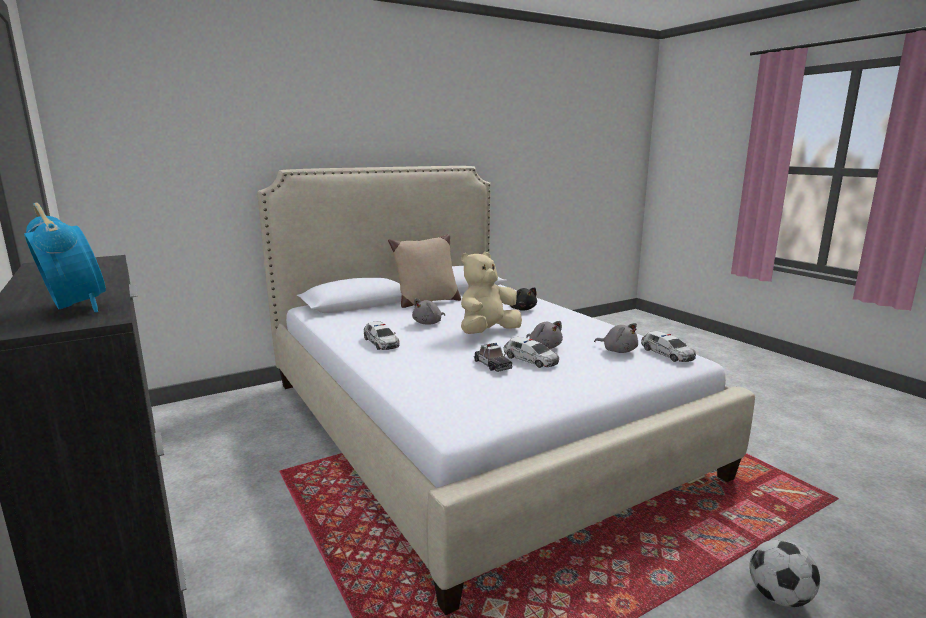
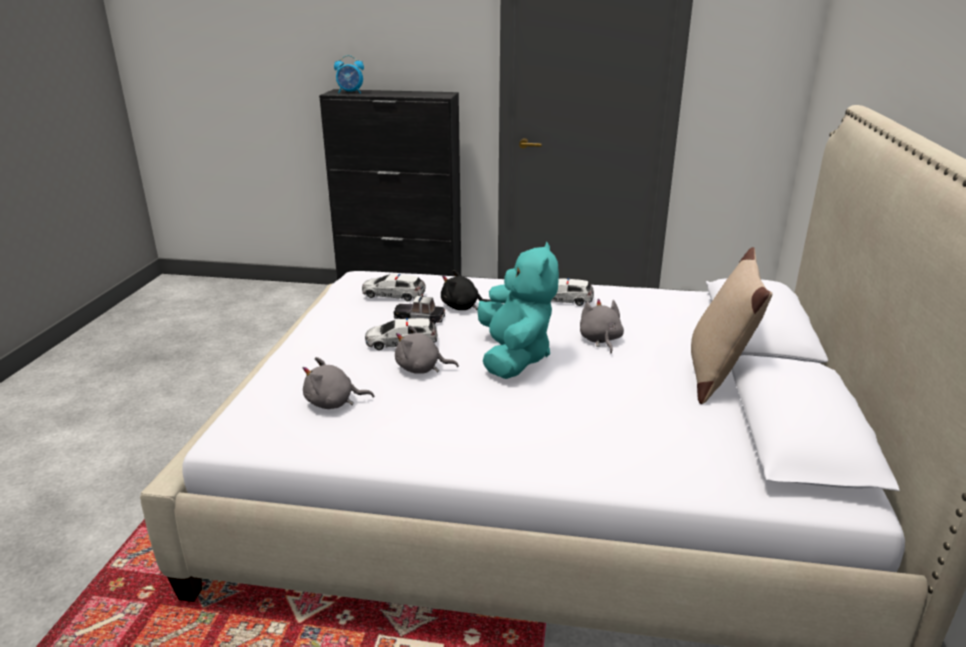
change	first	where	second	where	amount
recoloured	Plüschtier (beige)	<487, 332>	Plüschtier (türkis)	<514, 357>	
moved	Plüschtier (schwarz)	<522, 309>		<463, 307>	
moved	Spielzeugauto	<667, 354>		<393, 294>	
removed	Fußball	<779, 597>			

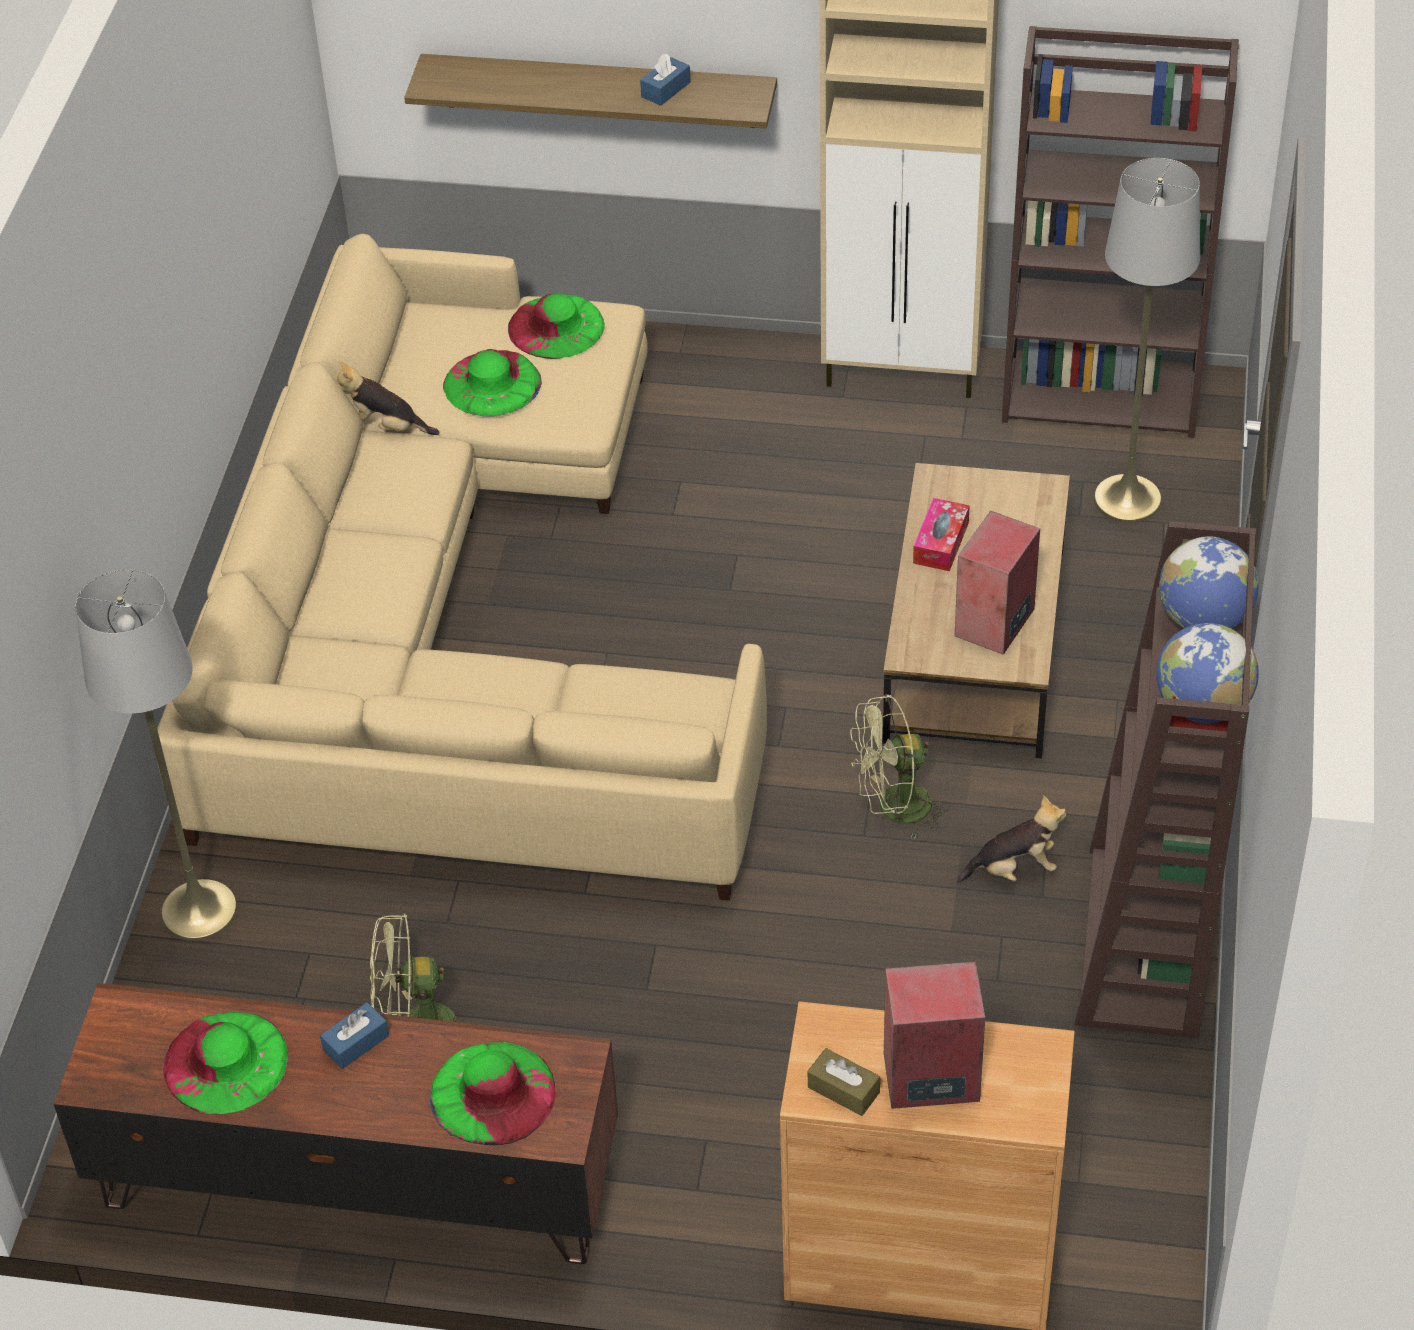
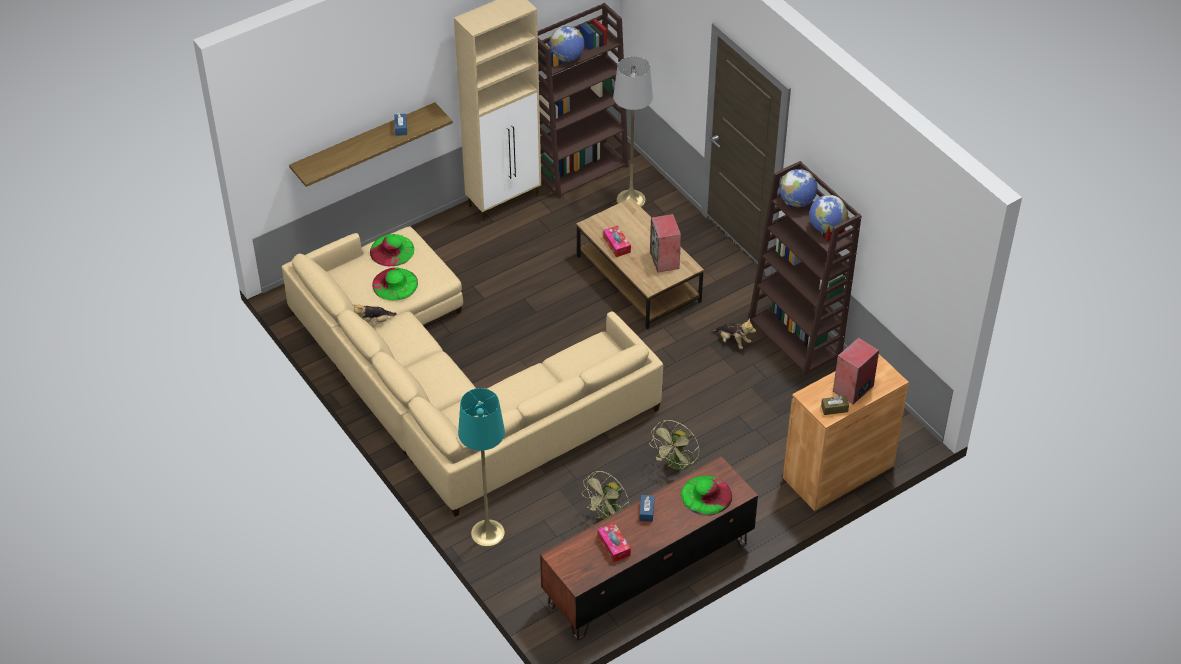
change	first	where	second	where	amount
recoloured	Stehlampe (grau)	<199, 910>	Stehlampe (türkis)	<487, 533>	
moved	Ventilator (grün)	<894, 809>		<676, 465>	
turned	Plüschtier	<1014, 869>		<733, 341>	90 degrees clockwise
replaced	Hut (grün)	<225, 1062>	Taschentuchbox	<613, 546>	
added			Globus	<567, 57>	

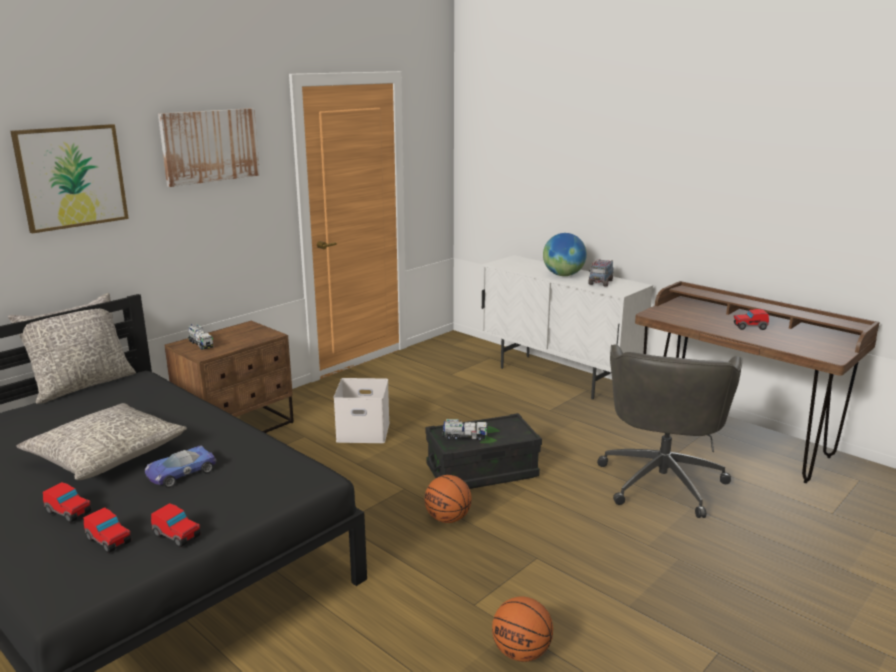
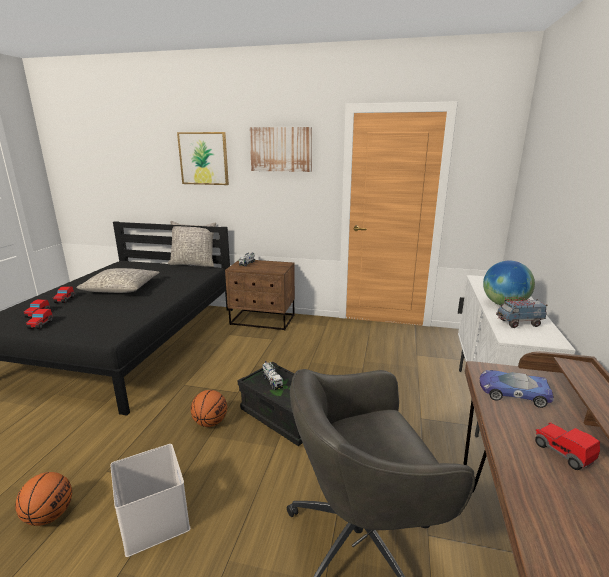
change	first	where	second	where	amount
moved	Aufbewahrungsbox (weiß)	<364, 431>		<156, 519>	
moved	Spielzeugauto	<180, 473>		<512, 392>	

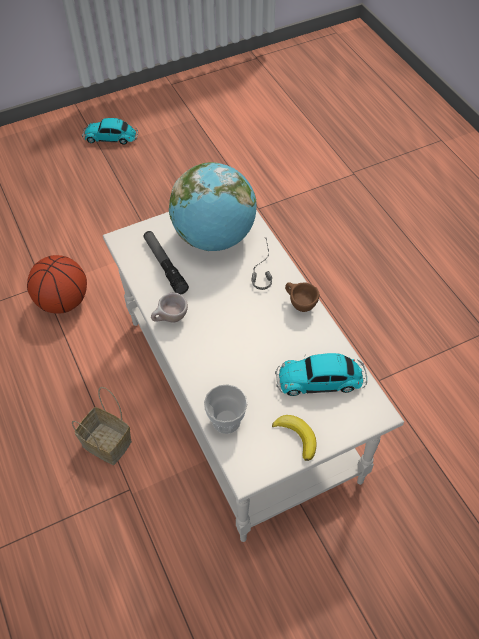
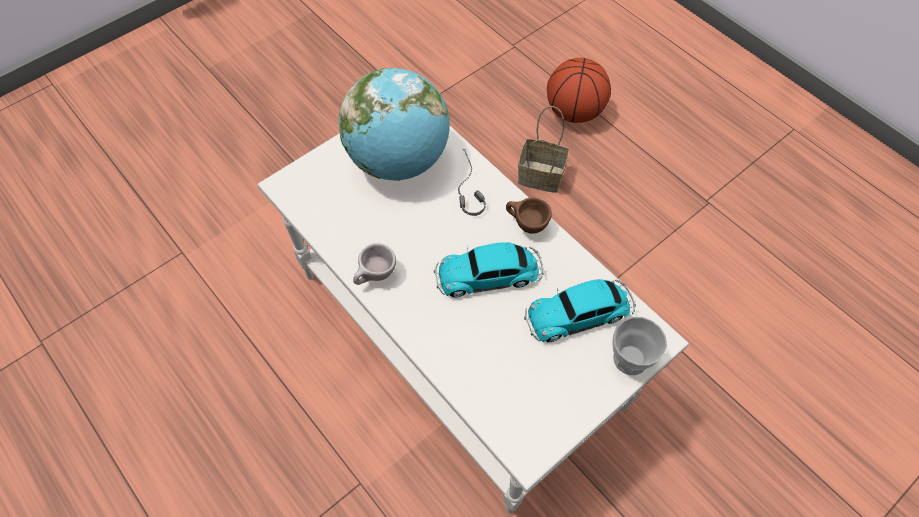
change	first	where	second	where	amount
moved	Spielzeugauto	<111, 137>		<490, 275>	
removed	Taschenlampe	<165, 265>			
moved	Basketball	<63, 302>		<574, 112>	
moved	Tasse	<226, 421>		<630, 359>	
moved	Korb	<105, 444>		<539, 176>	
removed	Banane	<297, 437>			

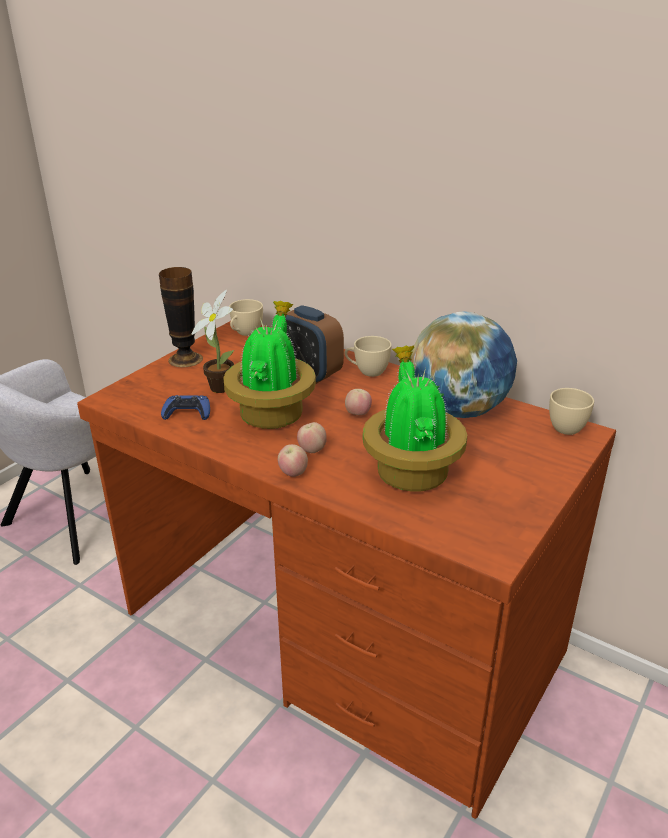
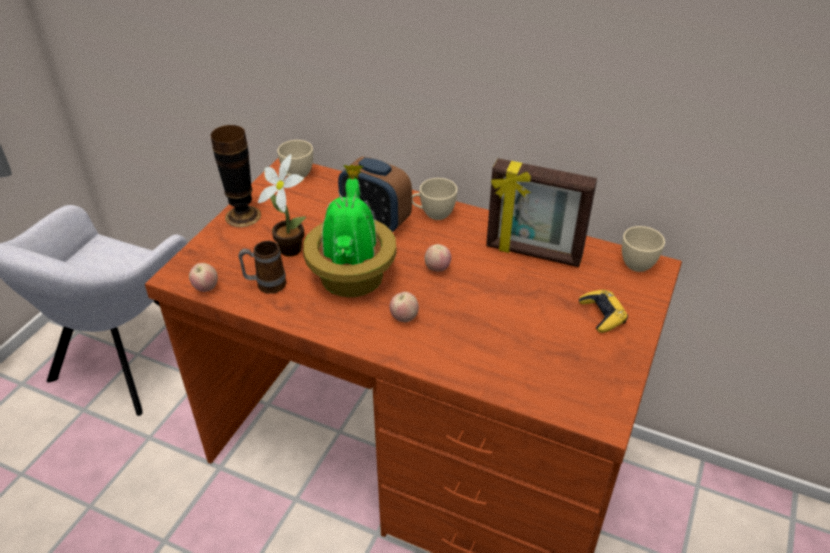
change	first	where	second	where	amount
replaced	Globus	<459, 410>	Bilderrahmen	<533, 253>	
removed	Topfpflanze	<411, 471>			
replaced	Gamepad (blau)	<187, 413>	Henkelbecher	<265, 285>	
moved	Apfel	<293, 473>		<206, 288>	
added			Gamepad (gelb)	<602, 314>	

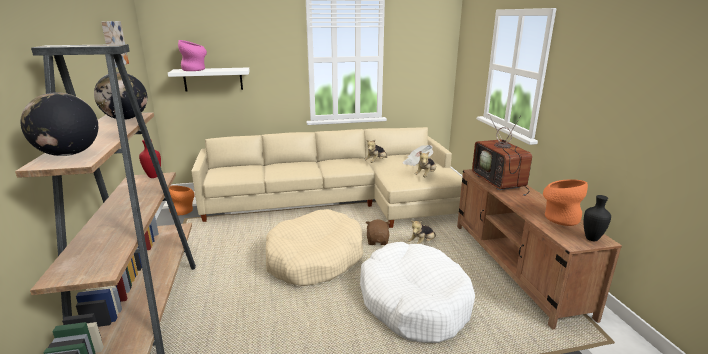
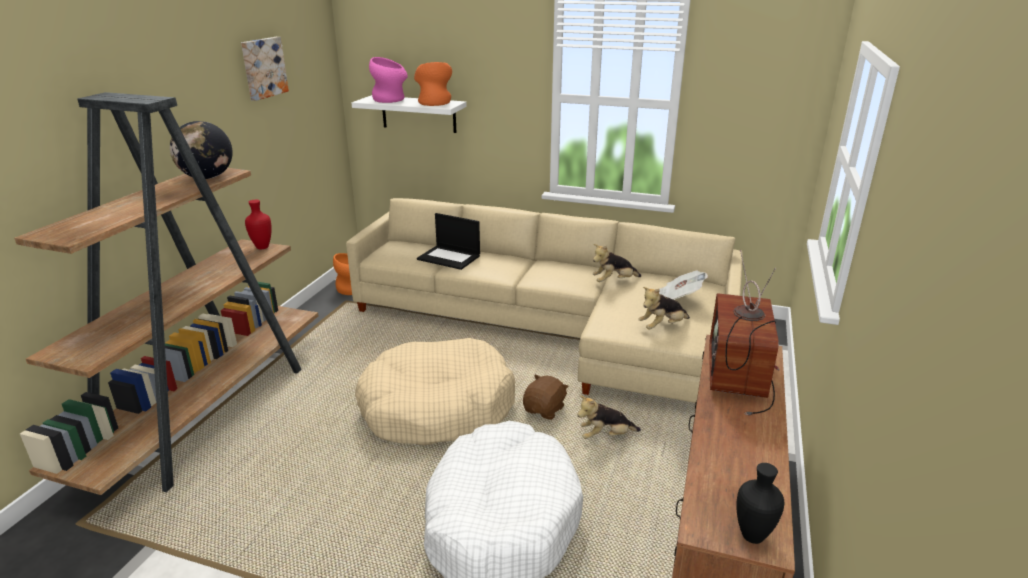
change	first	where	second	where	amount
removed	Globus	<69, 154>			
moved	Vase (orange)	<559, 218>		<434, 102>	
added			Laptop	<449, 257>	

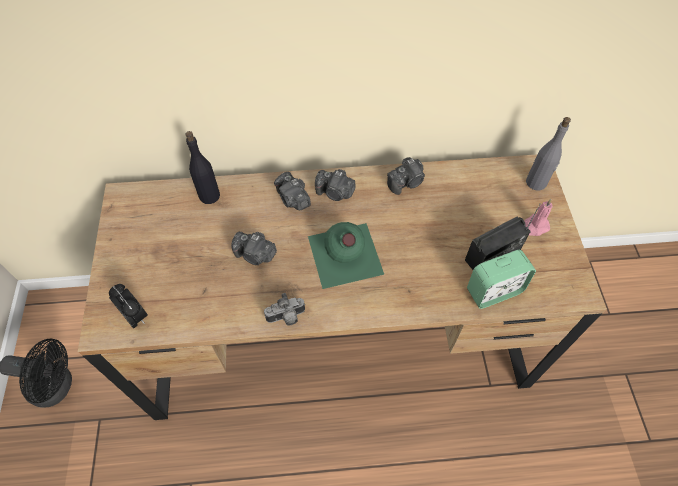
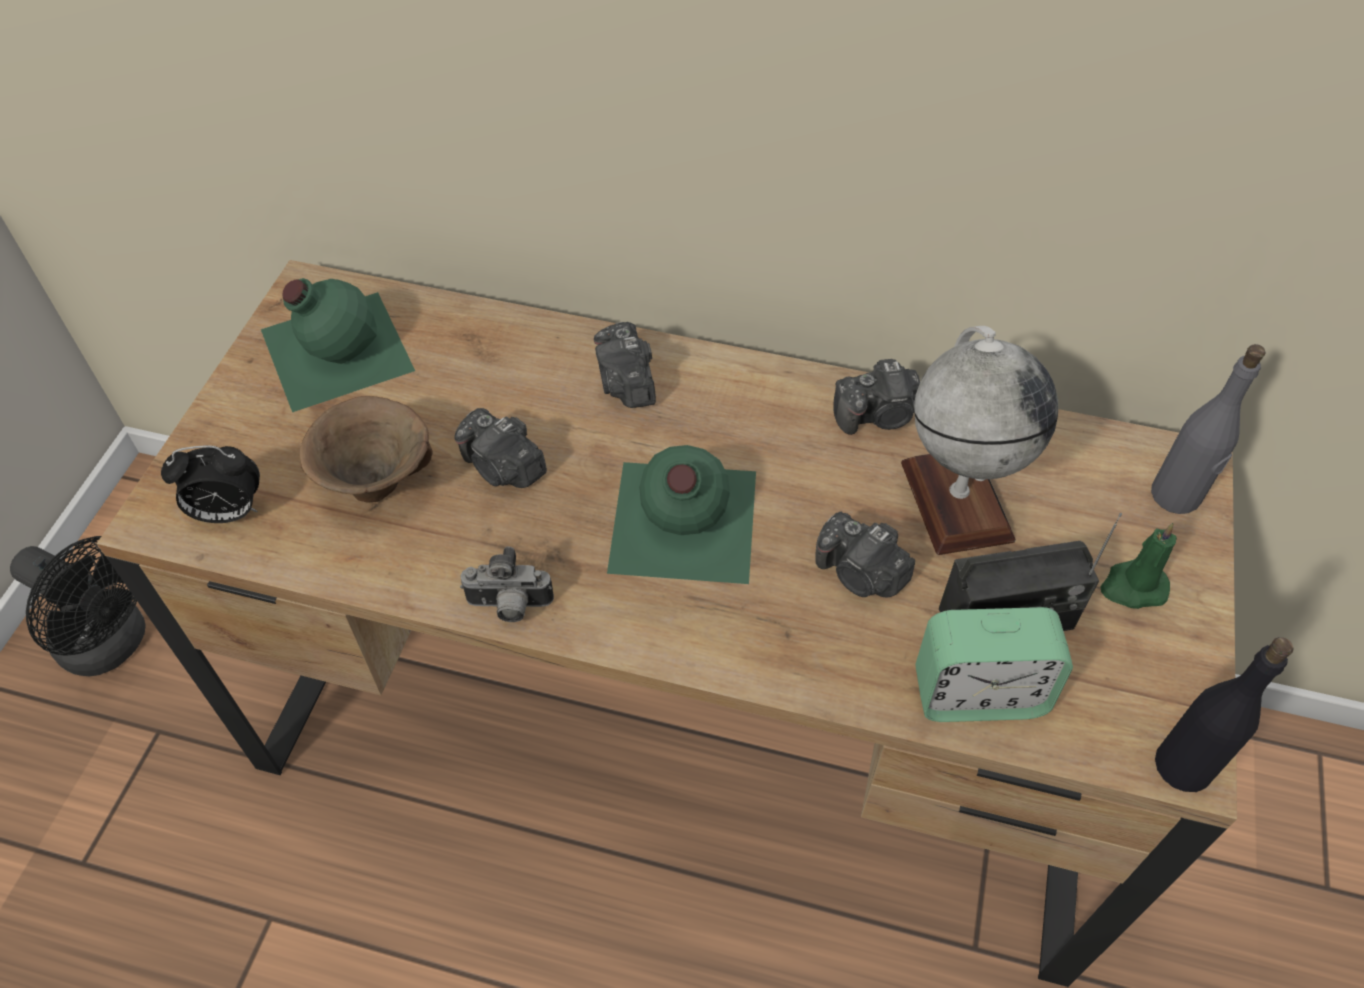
change	first	where	second	where	amount
moved	Flasche (schwarz)	<209, 195>		<1183, 765>	
moved	Kamera	<335, 193>		<860, 574>	
recoloured	Kerze (rosa)	<535, 227>	Kerze (grün)	<1133, 587>	
turned	Wecker	<136, 316>		<228, 513>	105 degrees clockwise
added			Flasche (grün)	<334, 349>	
added			Globus	<955, 500>	
added			Schüssel (braun)	<375, 486>	

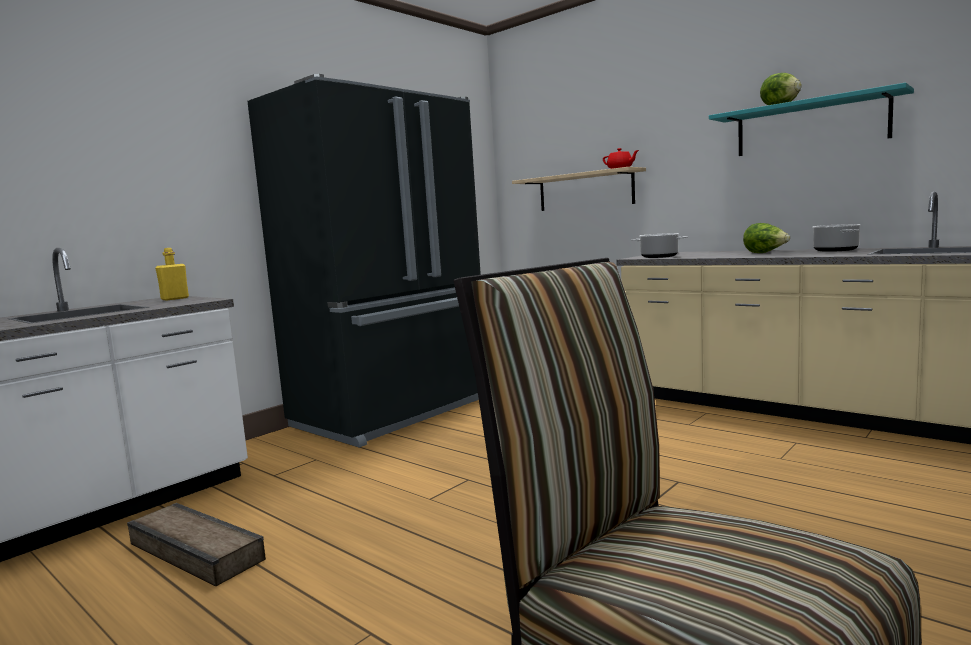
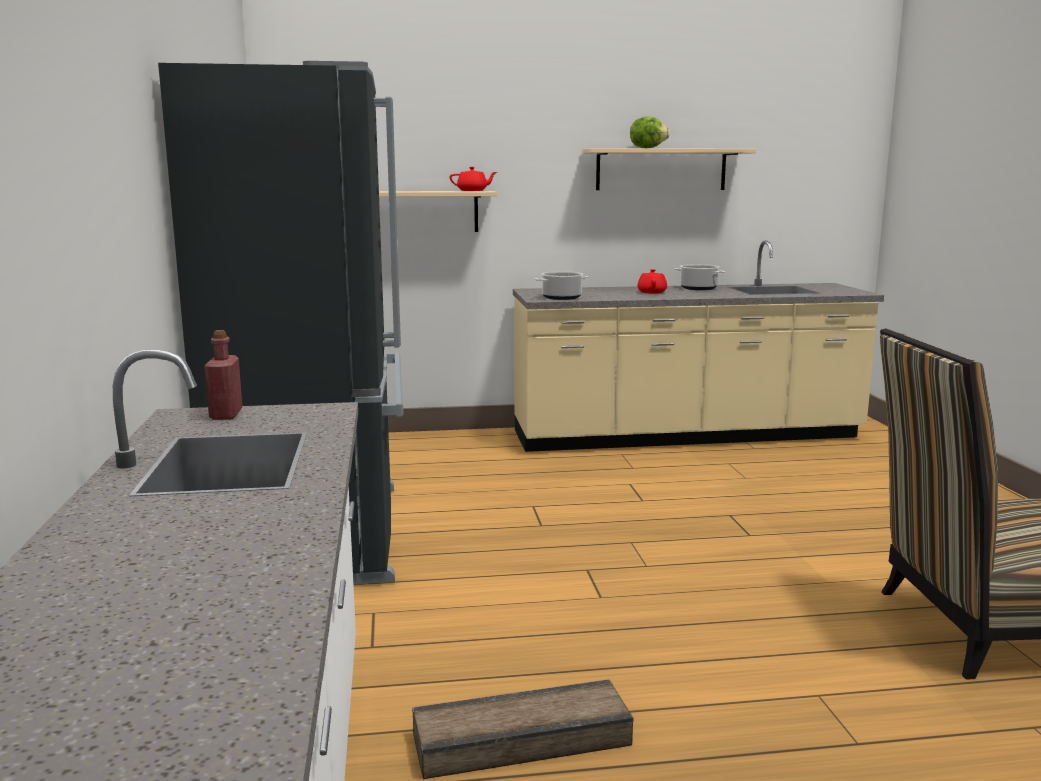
change	first	where	second	where	amount
recoloured	Wandregal (türkis)	<810, 126>	Wandregal (beige)	<661, 169>	
replaced	Salatkopf	<765, 253>	Teekanne (rot)	<652, 292>	
recoloured	Flasche (gelb)	<175, 299>	Flasche (rot)	<226, 415>	

